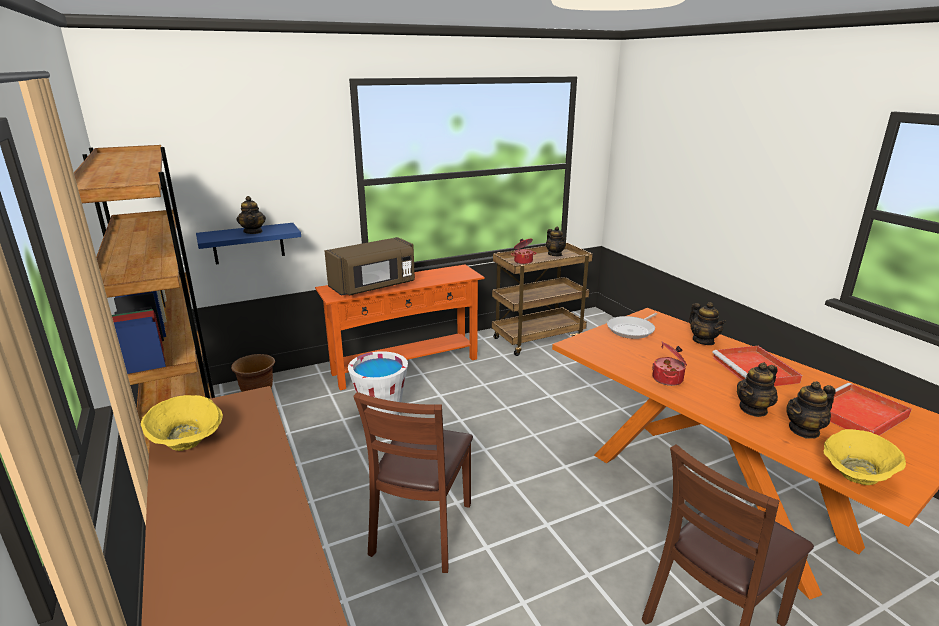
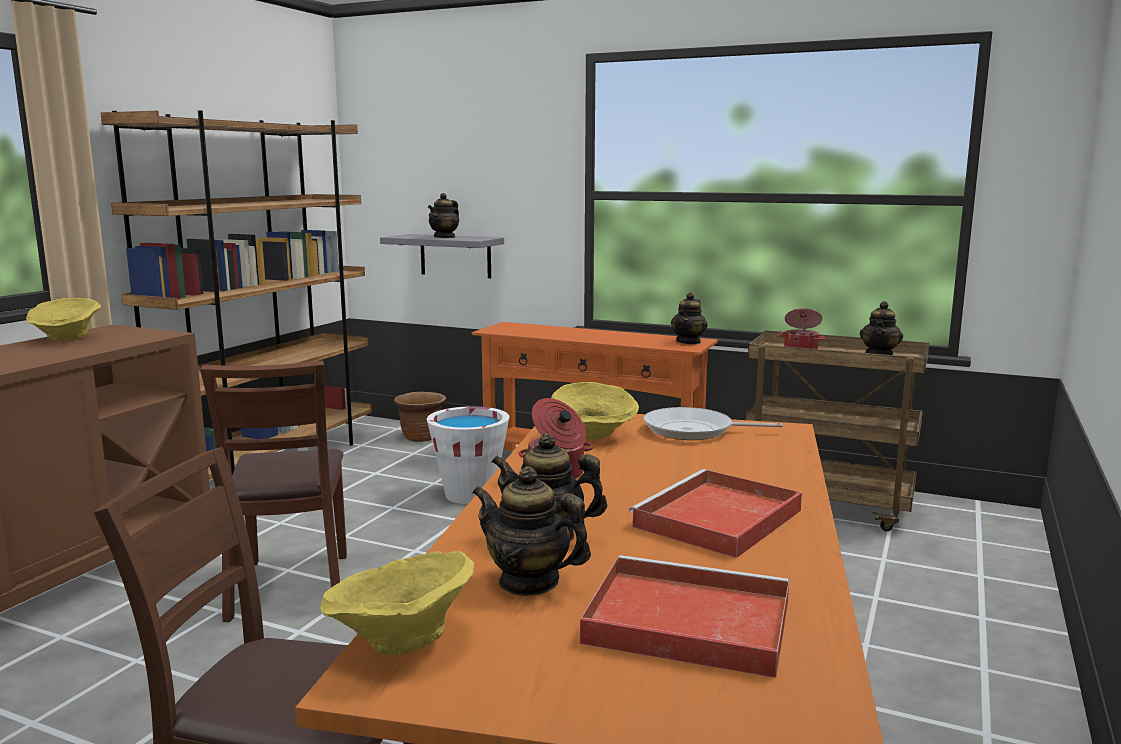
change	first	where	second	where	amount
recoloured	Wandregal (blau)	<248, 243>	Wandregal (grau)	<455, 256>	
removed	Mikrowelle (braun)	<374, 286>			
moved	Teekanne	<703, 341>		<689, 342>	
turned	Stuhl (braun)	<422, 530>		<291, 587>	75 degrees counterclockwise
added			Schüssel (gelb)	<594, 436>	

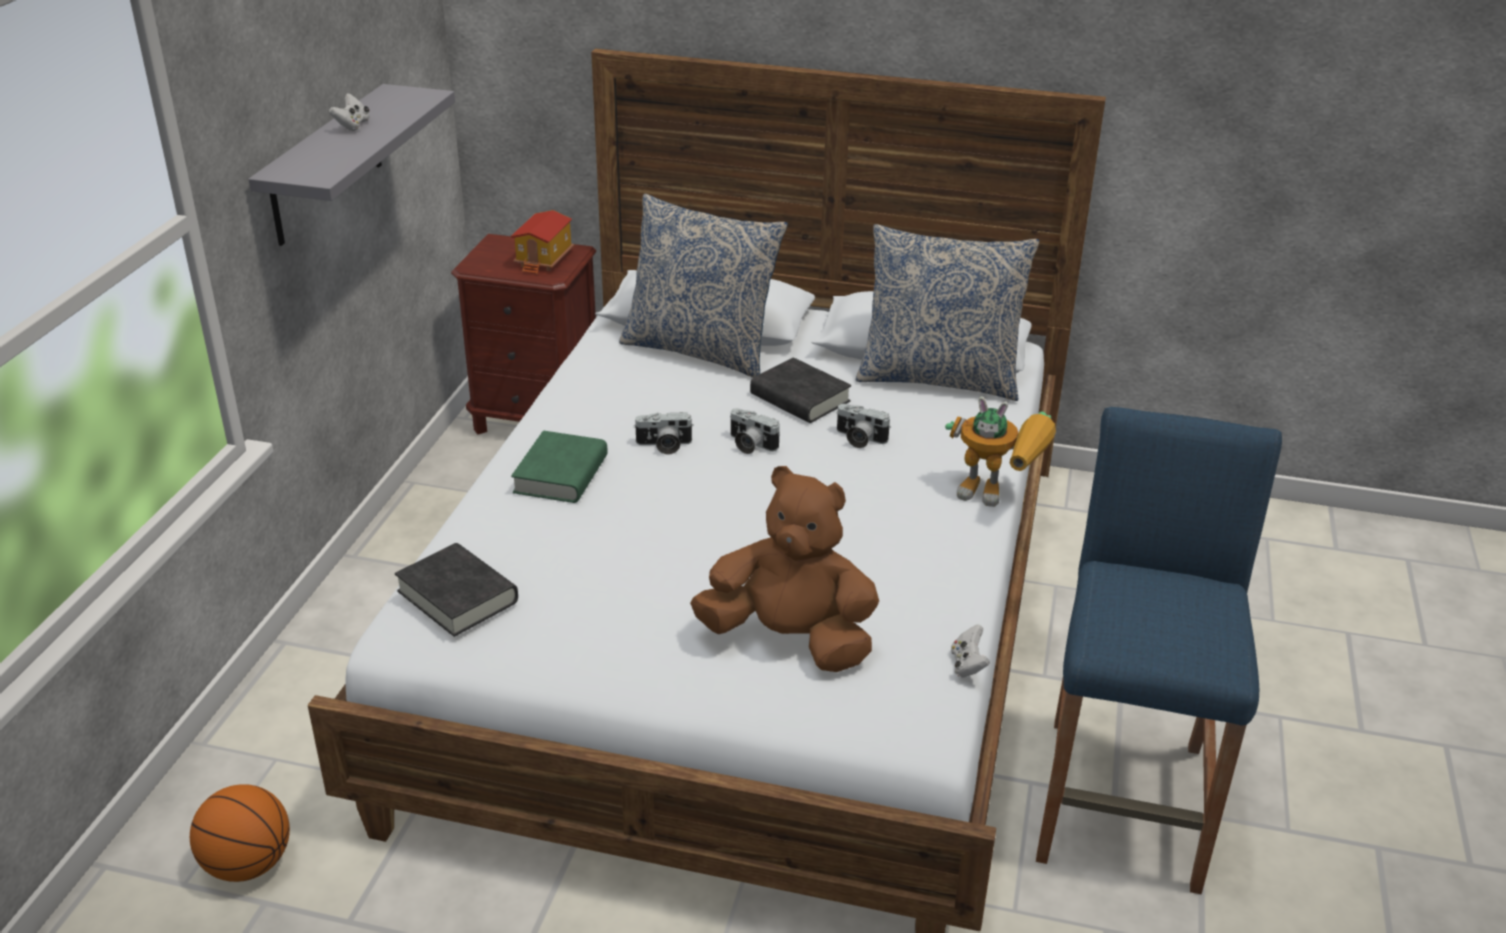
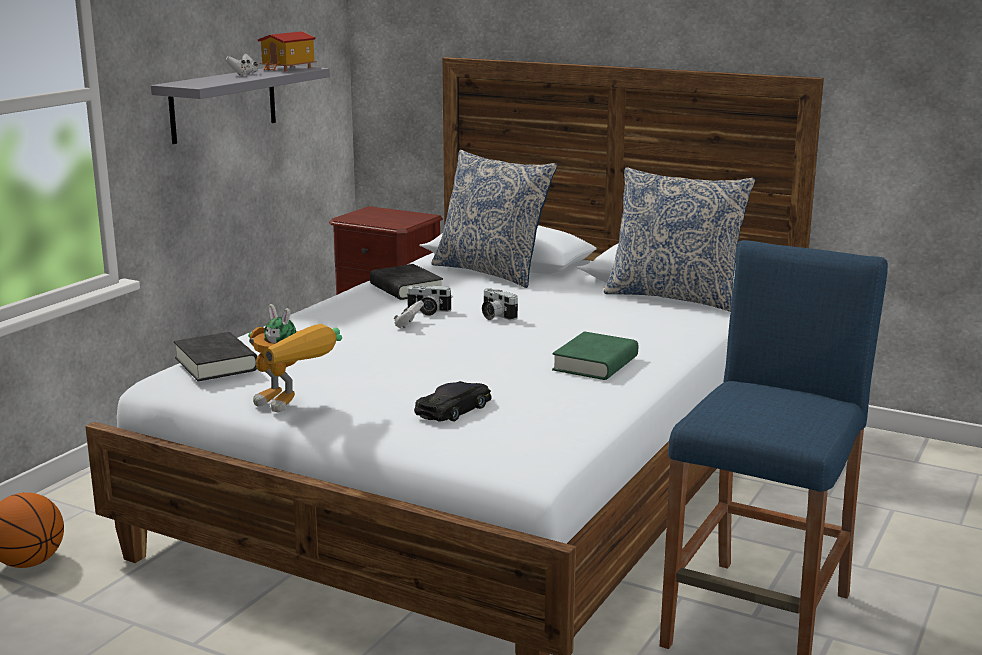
change	first	where	second	where	amount
moved	Spielzeughaus	<545, 260>		<289, 69>	
moved	Buch (schwarz)	<800, 398>		<406, 289>	
moved	Spielzeugroboter	<999, 495>		<293, 406>	
removed	Kamera	<859, 439>			
moved	Buch (grün)	<561, 475>		<595, 364>	
replaced	Plüschtier (braun)	<790, 640>	Spielzeugauto (schwarz)	<454, 409>	
moved	Gamepad (weiß)	<967, 665>		<408, 325>	

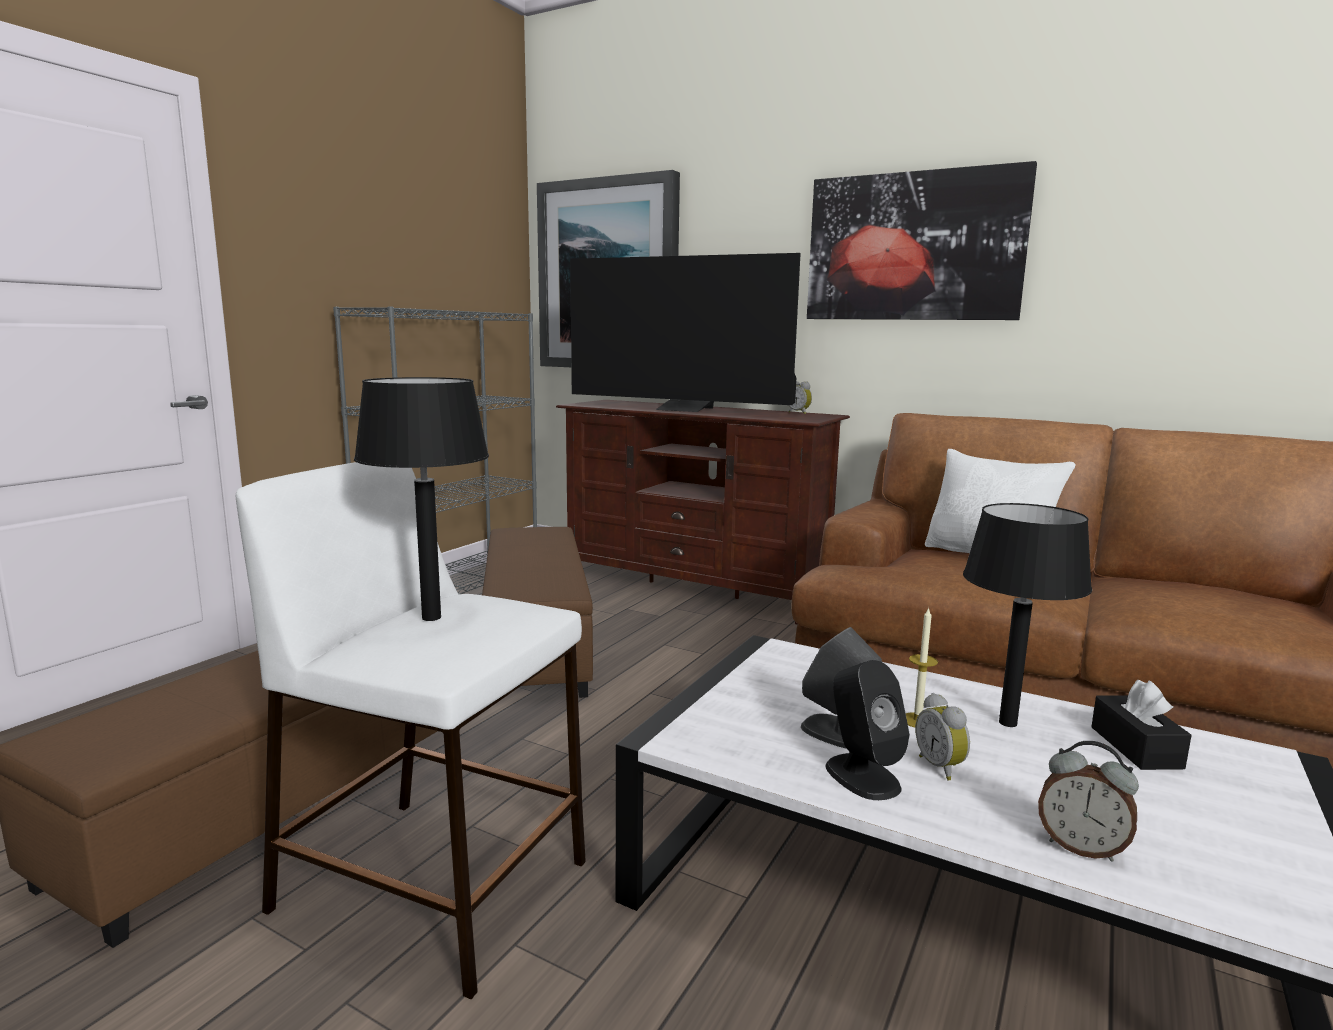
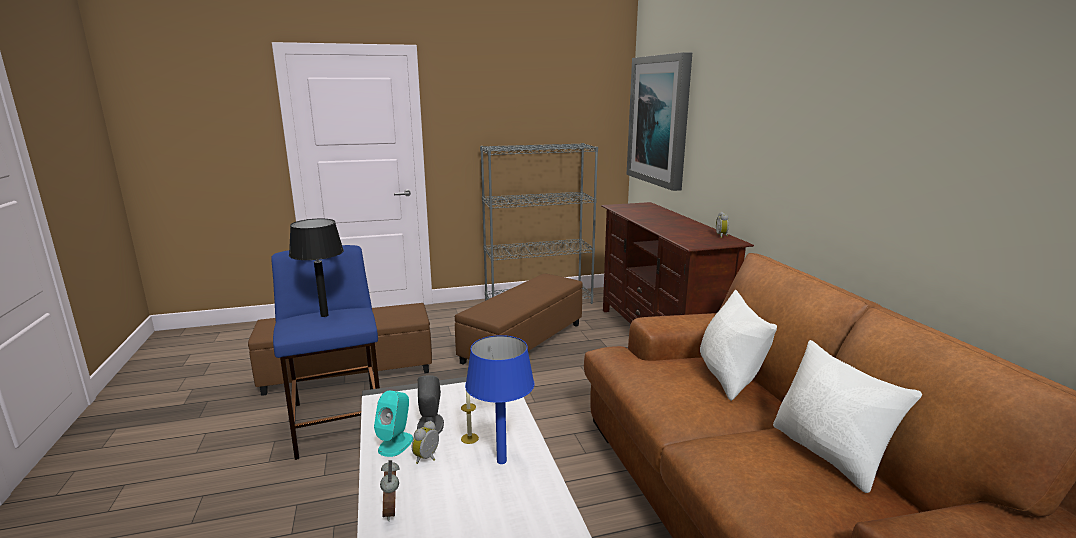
change	first	where	second	where	amount
removed	Bild	<913, 247>			
removed	Fernseher	<682, 409>			
recoloured	Hocker (weiß)	<436, 886>	Hocker (blau)	<339, 422>	
recoloured	Tischlampe (schwarz)	<1007, 723>	Tischlampe (blau)	<501, 460>	
recoloured	Lautsprecher (schwarz)	<861, 776>	Lautsprecher (türkis)	<396, 444>	
removed	Taschentuchbox (schwarz)	<1136, 747>			
added			Kissen (weiß)	<829, 454>	

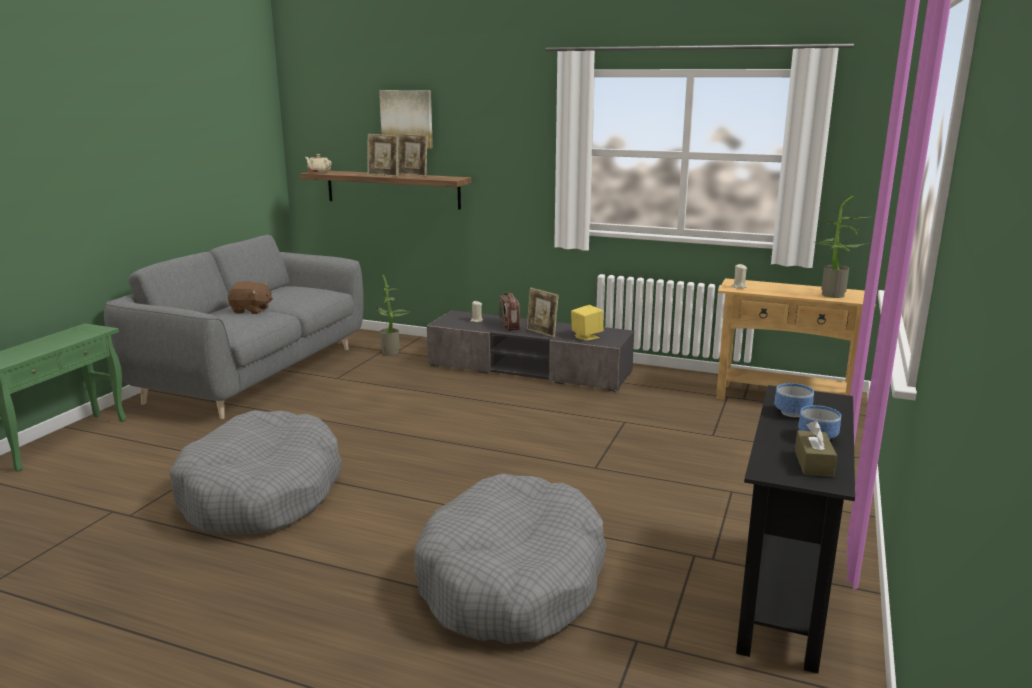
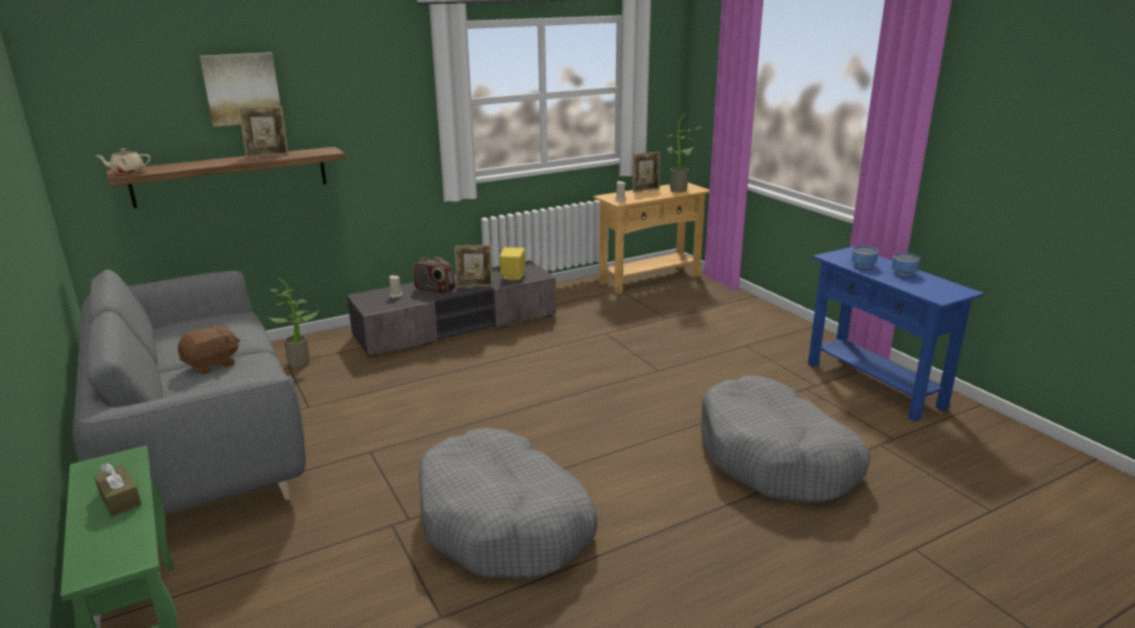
change	first	where	second	where	amount
moved	Bilderrahmen	<383, 175>		<645, 190>	
recoloured	Konsolentisch (schwarz)	<784, 598>	Konsolentisch (blau)	<874, 385>	
moved	Taschentuchbox (braun)	<813, 463>		<120, 499>	

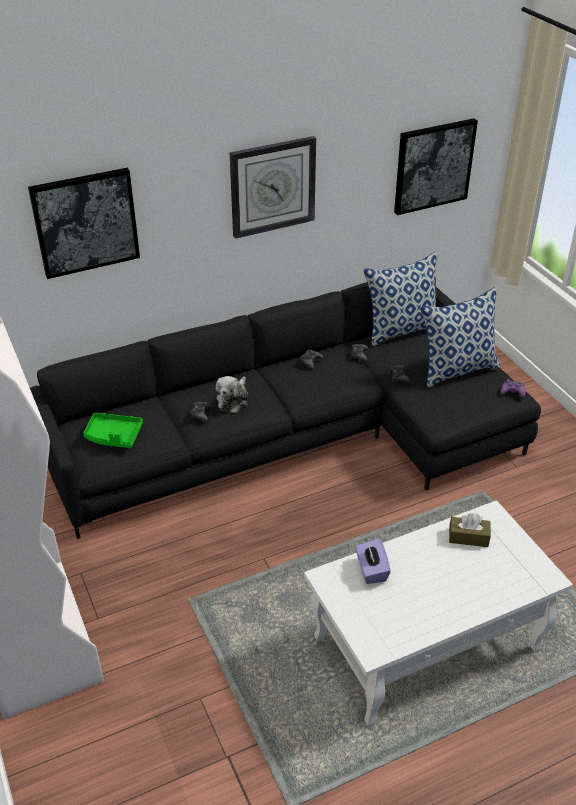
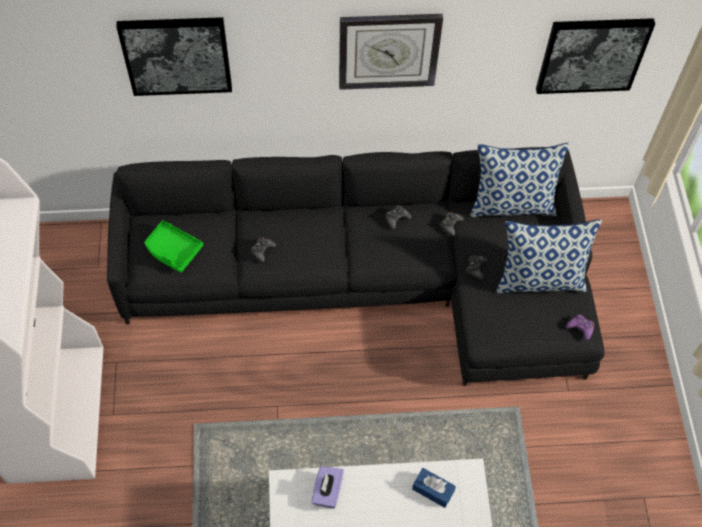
change	first	where	second	where	amount
removed	Plüschtier	<233, 400>			
recoloured	Taschentuchbox (braun)	<468, 537>	Taschentuchbox (blau)	<433, 490>	

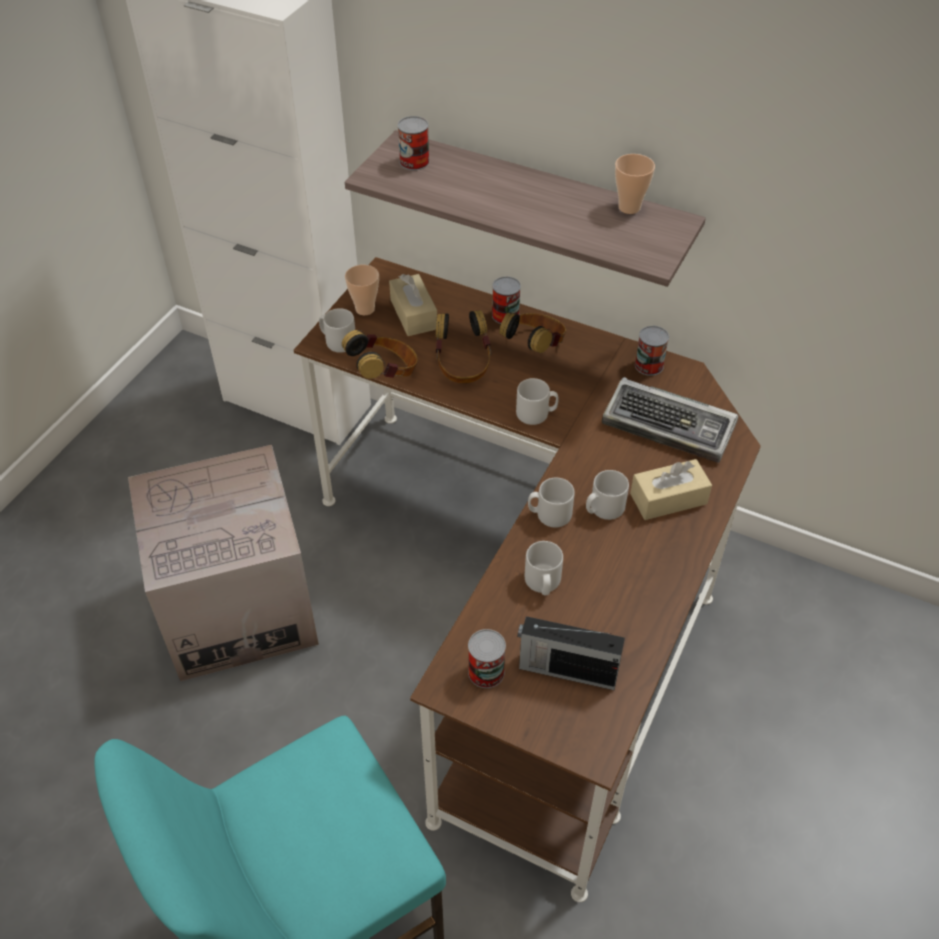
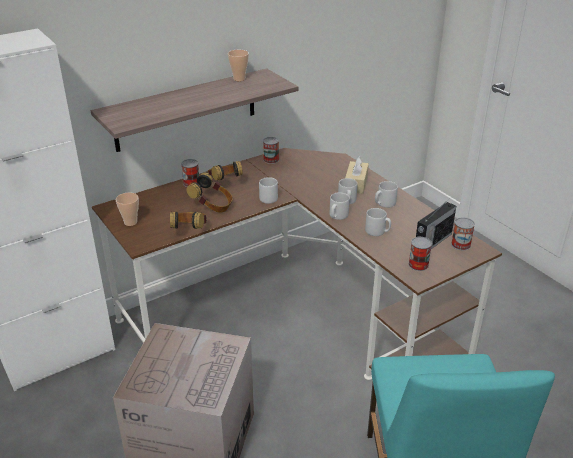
change	first	where	second	where	amount
moved	Dose	<414, 161>		<460, 244>	
removed	Taschentuchbox (beige)	<413, 314>			
moved	Henkelbecher (grau)	<337, 341>		<384, 203>	
removed	Tastatur	<670, 426>			

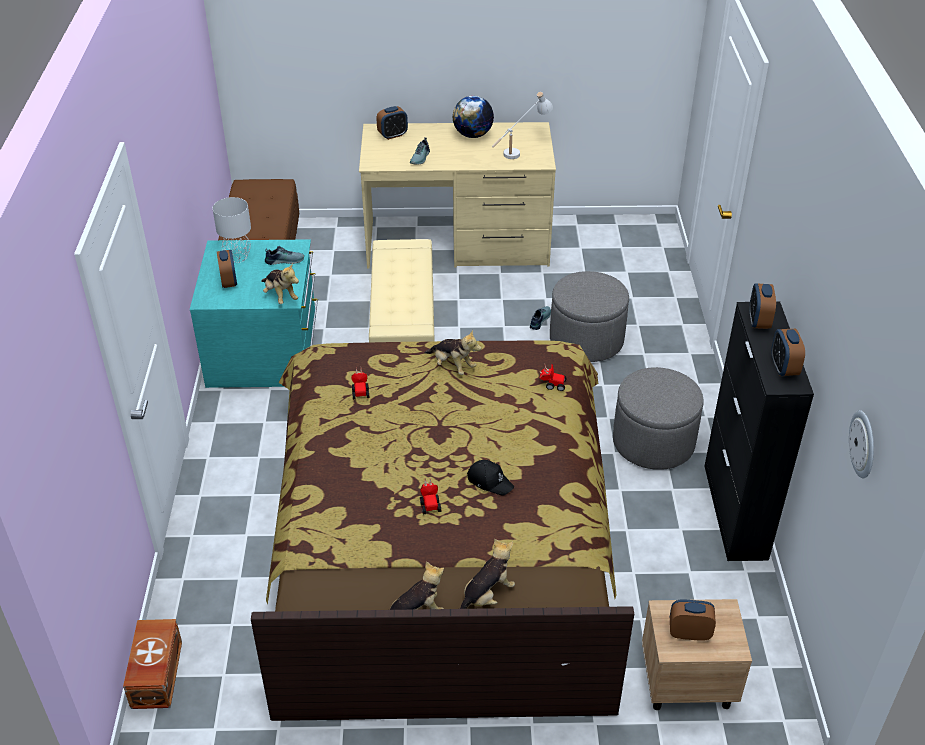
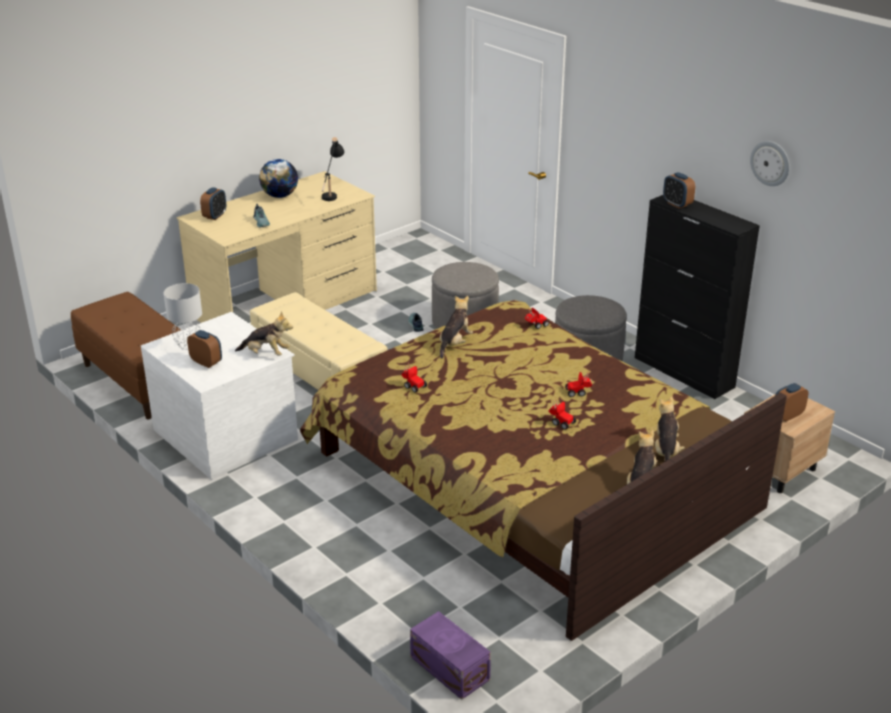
change	first	where	second	where	amount
recoloured	Tischlampe (weiß)	<520, 150>	Tischlampe (schwarz)	<332, 193>	
recoloured	Kommode (türkis)	<265, 351>	Kommode (weiß)	<227, 433>	
removed	Schuh	<284, 260>			
removed	Wecker	<783, 368>			
turned	Plüschtier	<452, 366>		<454, 344>	60 degrees counterclockwise
moved	Wanduhr	<863, 444>		<770, 163>	
replaced	Kappe (schwarz)	<490, 481>	Spielzeugauto	<578, 392>	
recoloured	Aufbewahrungsbox (braun)	<155, 675>	Aufbewahrungsbox (lila)	<449, 669>	

